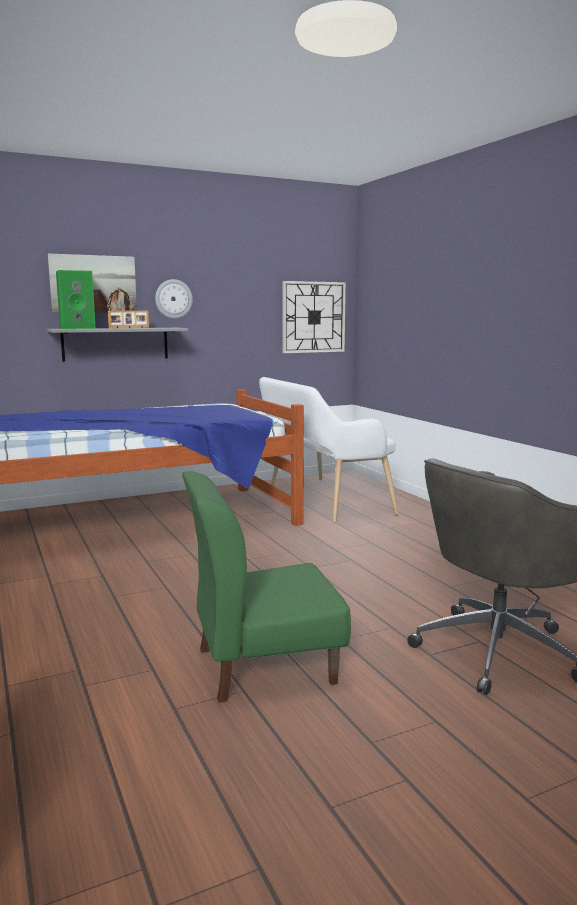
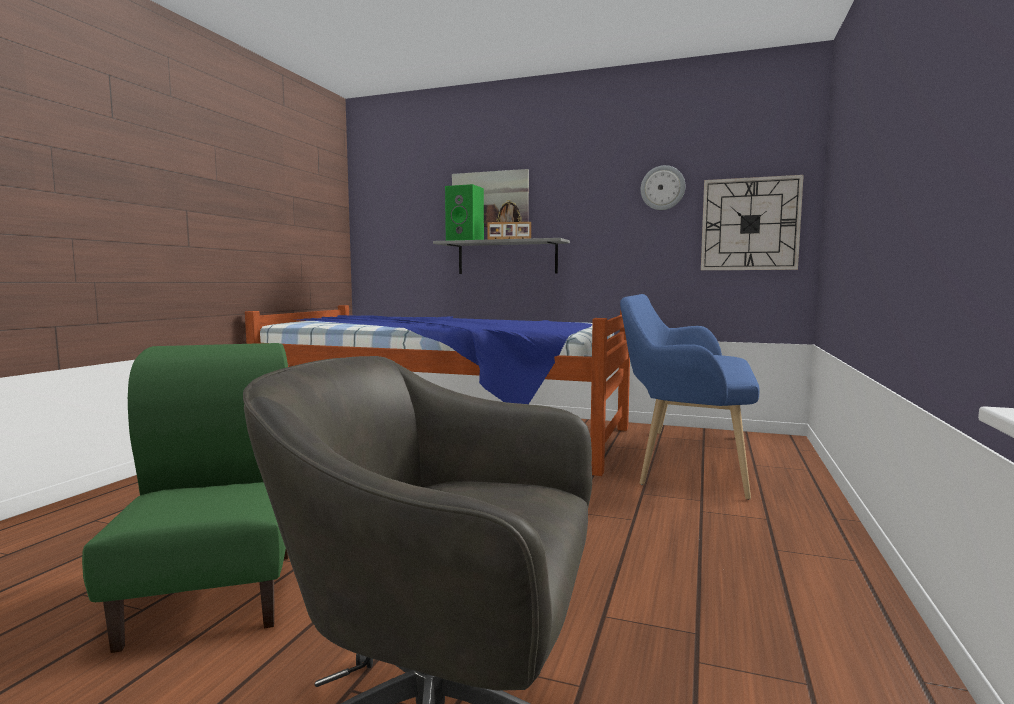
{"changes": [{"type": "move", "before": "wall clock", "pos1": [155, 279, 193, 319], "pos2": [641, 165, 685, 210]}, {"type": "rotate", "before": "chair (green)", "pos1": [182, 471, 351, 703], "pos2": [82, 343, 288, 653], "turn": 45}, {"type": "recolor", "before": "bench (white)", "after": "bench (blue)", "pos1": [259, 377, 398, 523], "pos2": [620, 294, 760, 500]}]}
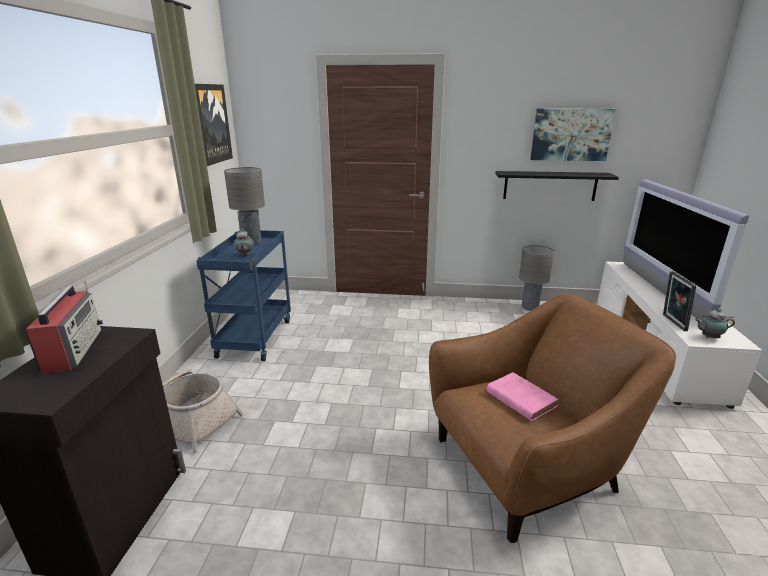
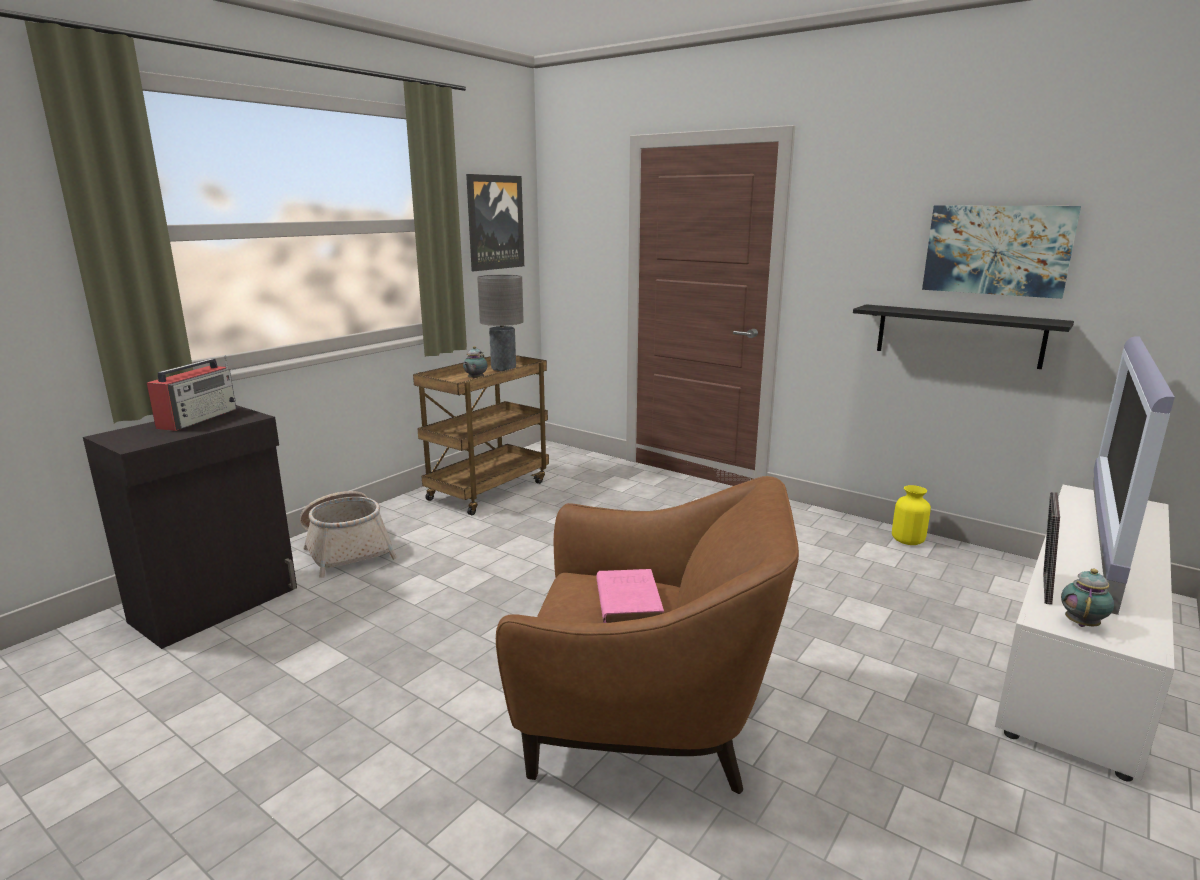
{"changes": [{"type": "recolor", "before": "cart (blue)", "after": "cart (brown)", "pos1": [196, 230, 291, 361], "pos2": [413, 355, 549, 515]}, {"type": "replace", "before": "table lamp (grey)", "after": "vase (yellow)", "pos1": [519, 245, 554, 311], "pos2": [892, 485, 931, 545]}, {"type": "rotate", "before": "teapot", "pos1": [694, 309, 735, 338], "pos2": [1061, 569, 1114, 627], "turn": 90}]}
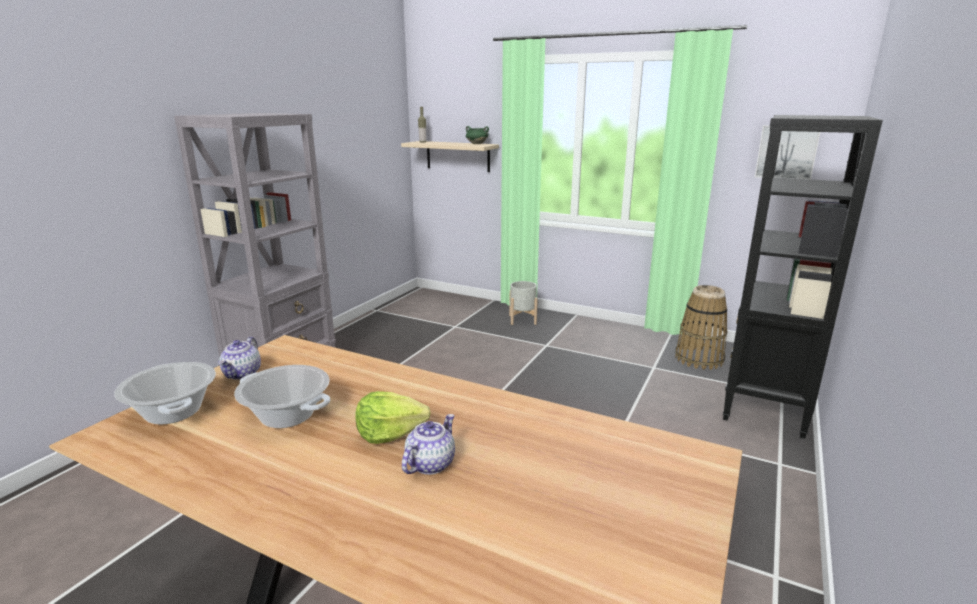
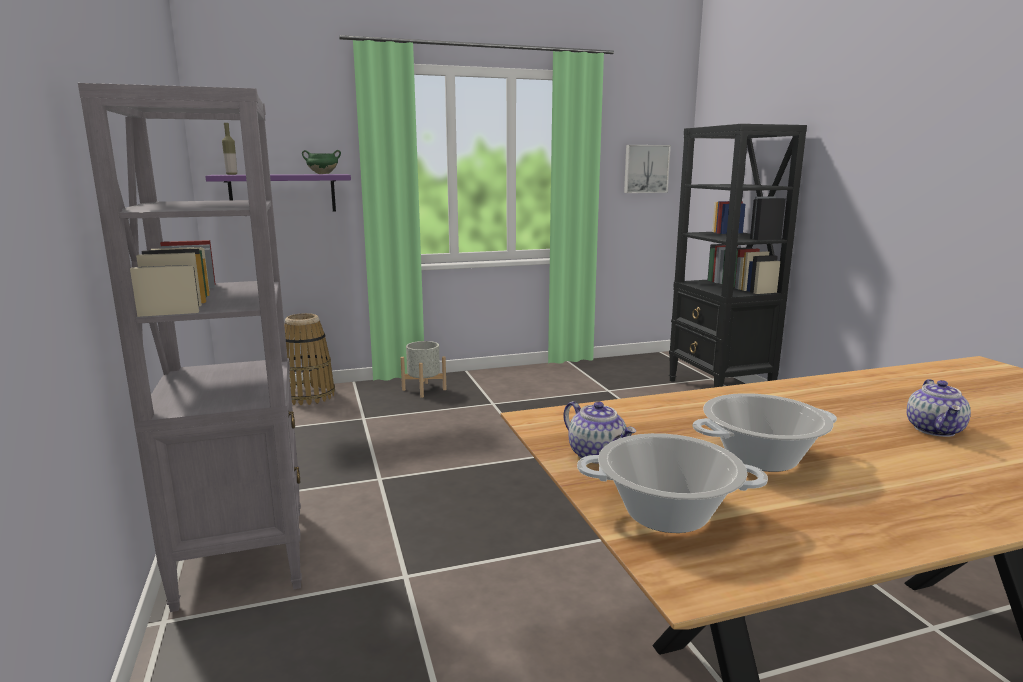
{"changes": [{"type": "delete", "before": "lettuce", "pos1": [355, 391, 431, 444]}, {"type": "recolor", "before": "shelf (beige)", "after": "shelf (purple)", "pos1": [401, 141, 499, 172], "pos2": [205, 174, 351, 212]}, {"type": "rotate", "before": "teapot", "pos1": [402, 414, 455, 475], "pos2": [907, 379, 971, 437], "turn": -150}, {"type": "move", "before": "basket", "pos1": [675, 285, 728, 370], "pos2": [284, 313, 335, 405]}]}
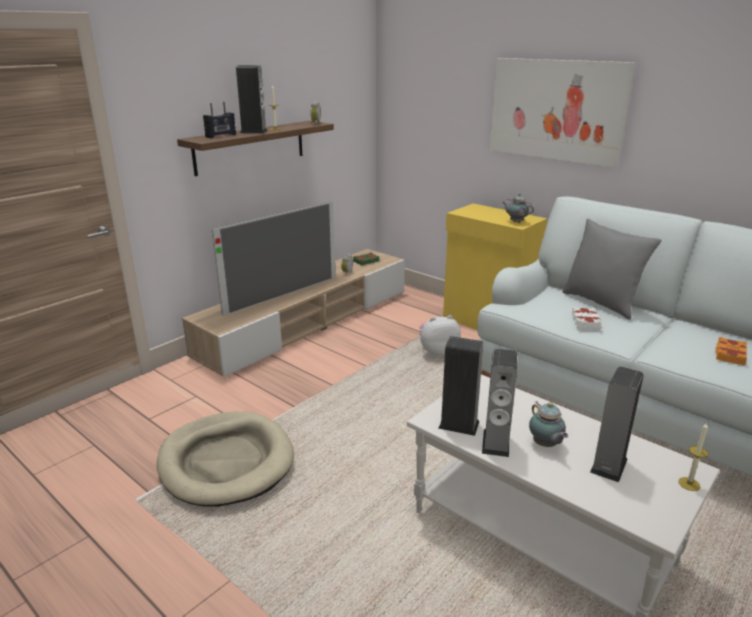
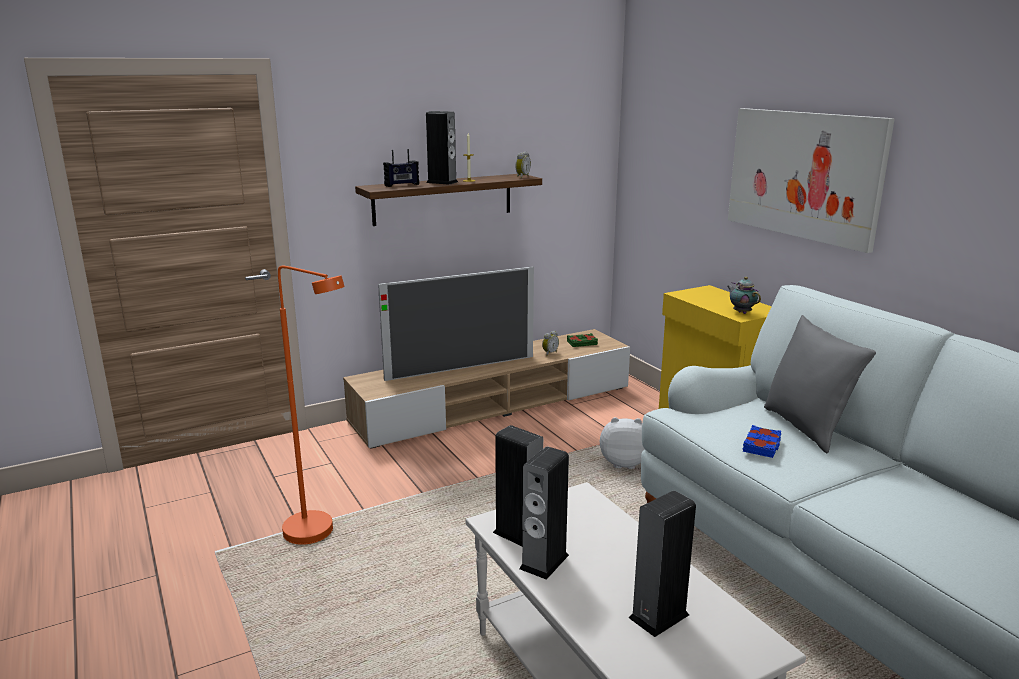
{"changes": [{"type": "replace", "before": "dog bed (beige)", "after": "floor lamp (orange)", "pos1": [157, 411, 294, 507], "pos2": [278, 266, 345, 545]}, {"type": "delete", "before": "teapot", "pos1": [529, 401, 568, 447]}, {"type": "recolor", "before": "book (white)", "after": "book (blue)", "pos1": [572, 307, 602, 329], "pos2": [742, 425, 781, 458]}, {"type": "delete", "before": "candle", "pos1": [678, 423, 708, 491]}, {"type": "delete", "before": "book (orange)", "pos1": [715, 337, 747, 366]}]}
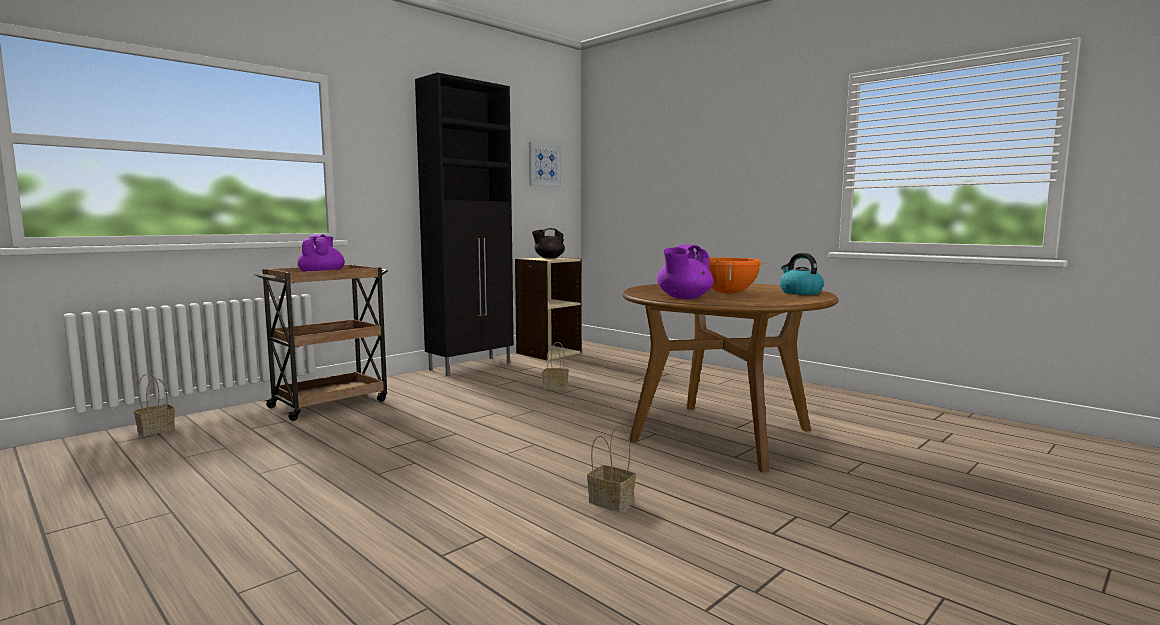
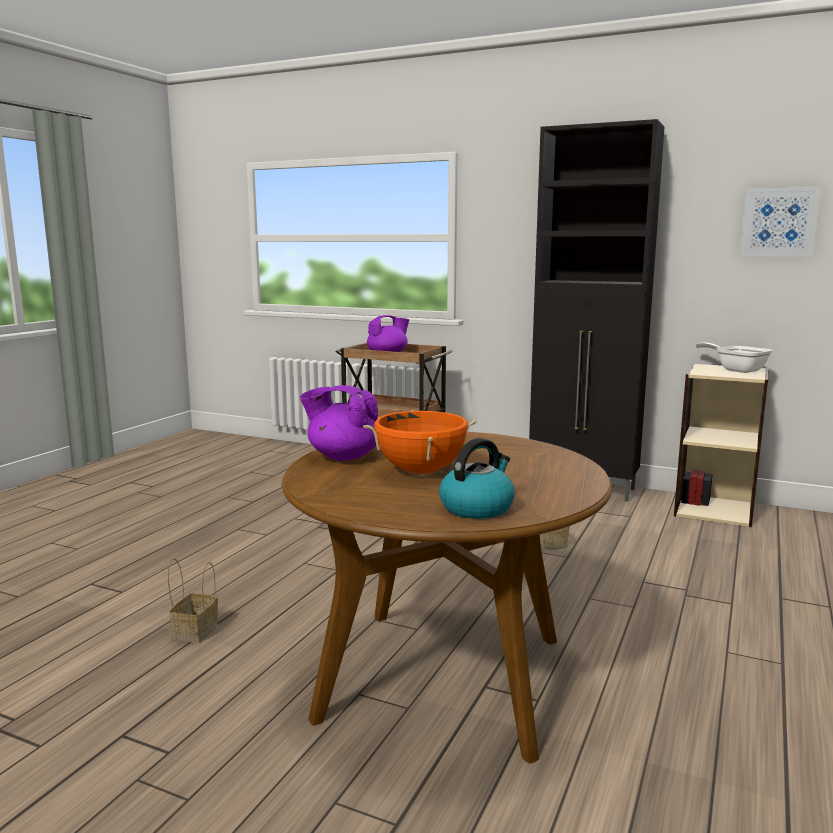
{"changes": [{"type": "delete", "before": "basket", "pos1": [134, 374, 175, 436]}, {"type": "replace", "before": "teapot (black)", "after": "frying pan", "pos1": [532, 228, 565, 258], "pos2": [696, 342, 773, 373]}]}
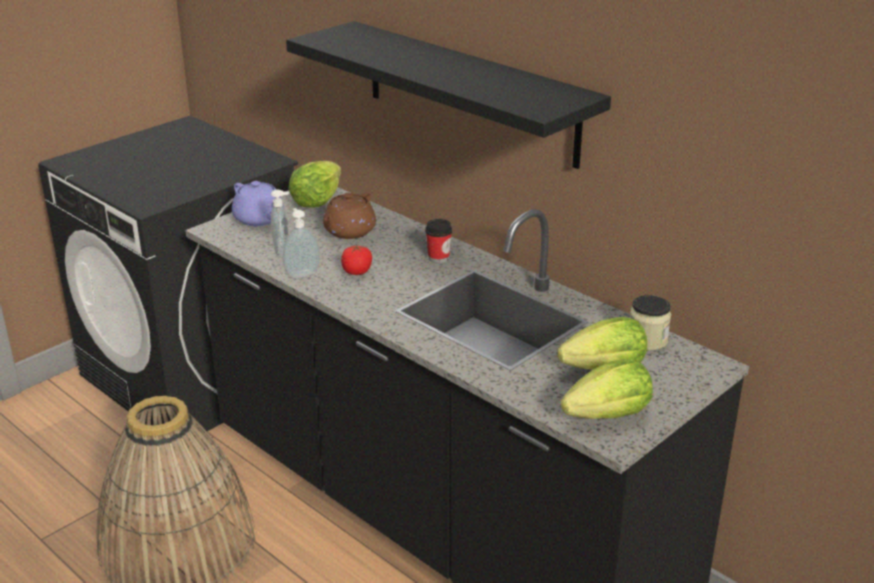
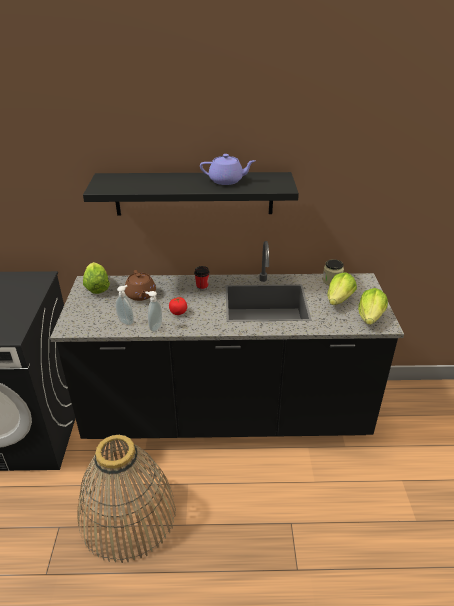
{"changes": [{"type": "move", "before": "teapot (purple)", "pos1": [232, 181, 284, 226], "pos2": [200, 154, 256, 185]}]}
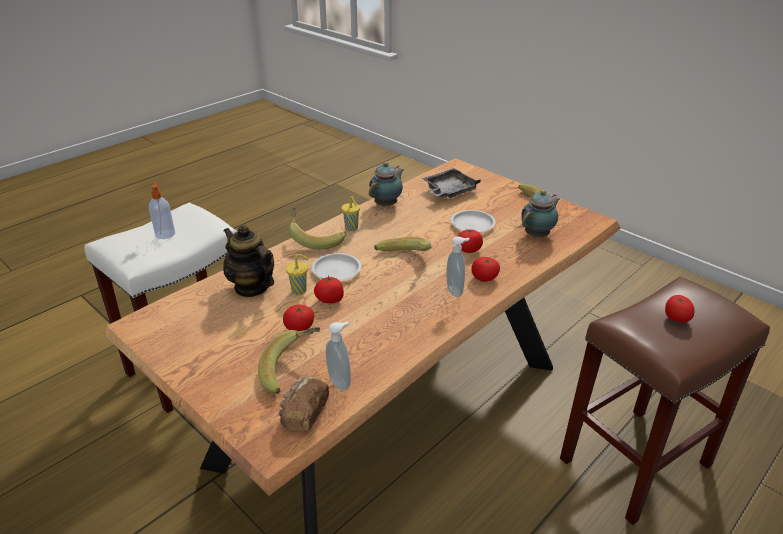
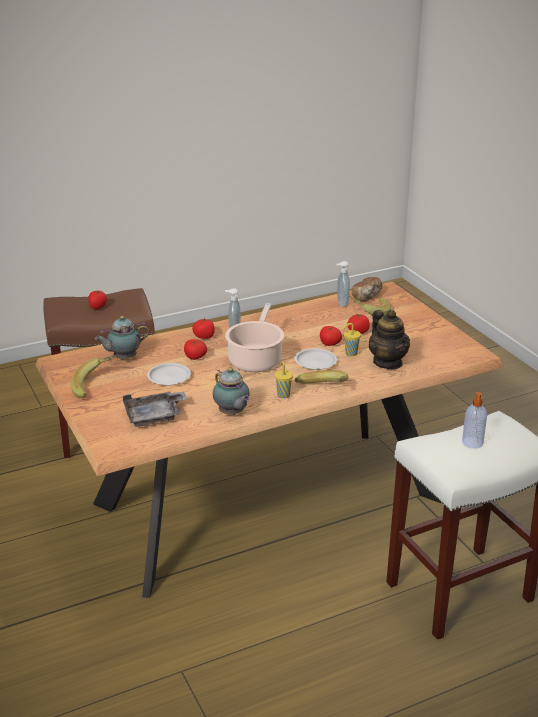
{"changes": [{"type": "rotate", "before": "teapot", "pos1": [369, 162, 403, 207], "pos2": [213, 368, 250, 415], "turn": -90}, {"type": "replace", "before": "banana", "after": "cooking pot", "pos1": [374, 237, 431, 251], "pos2": [225, 303, 284, 372]}]}
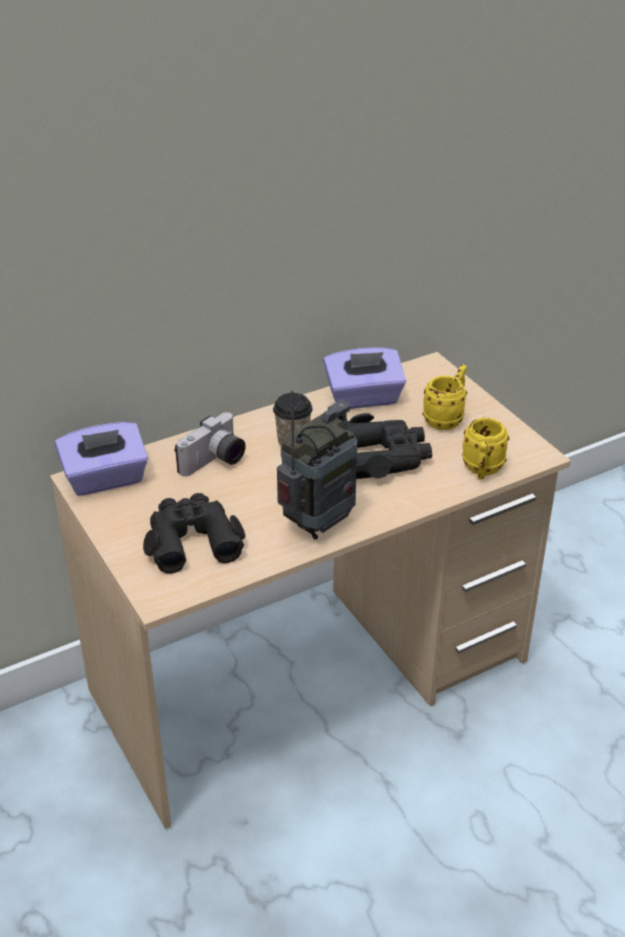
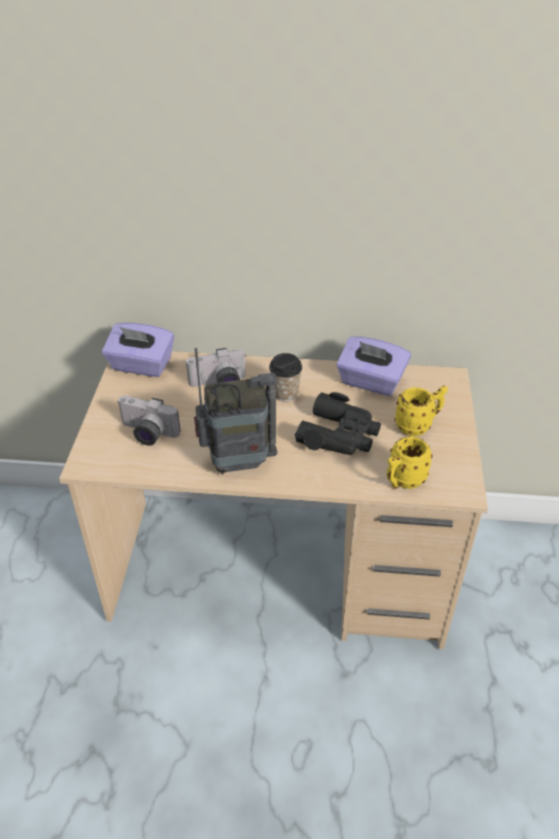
{"changes": [{"type": "replace", "before": "binoculars (black)", "after": "photo camera", "pos1": [143, 493, 245, 573], "pos2": [117, 396, 180, 446]}]}
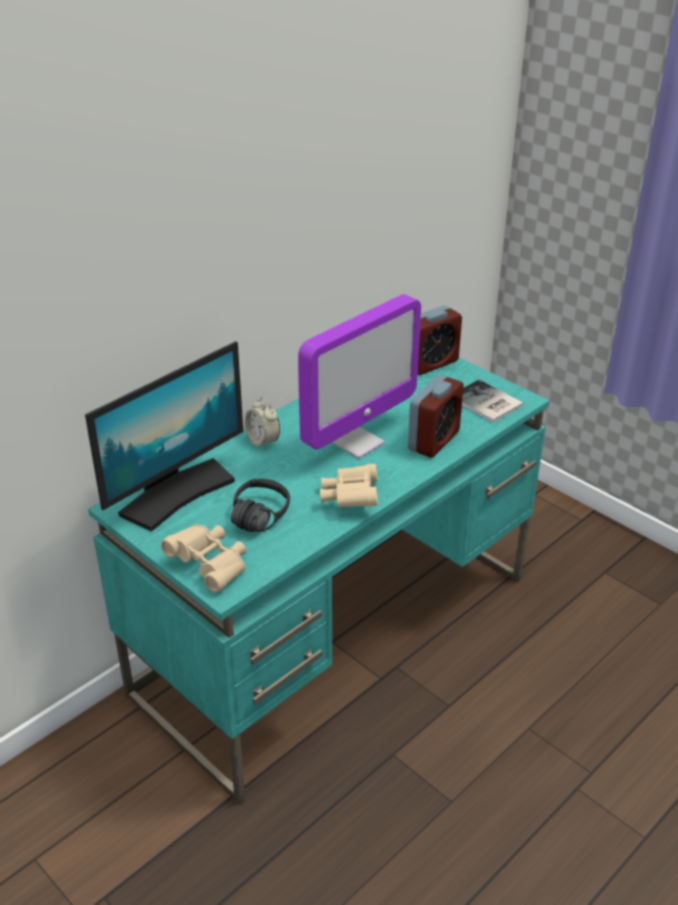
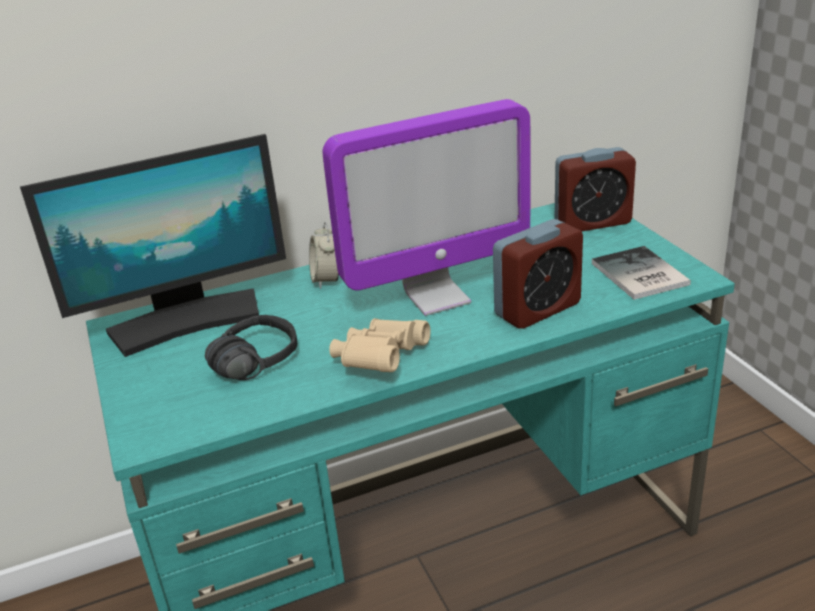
{"changes": [{"type": "delete", "before": "binoculars (beige)", "pos1": [161, 524, 246, 592]}]}
